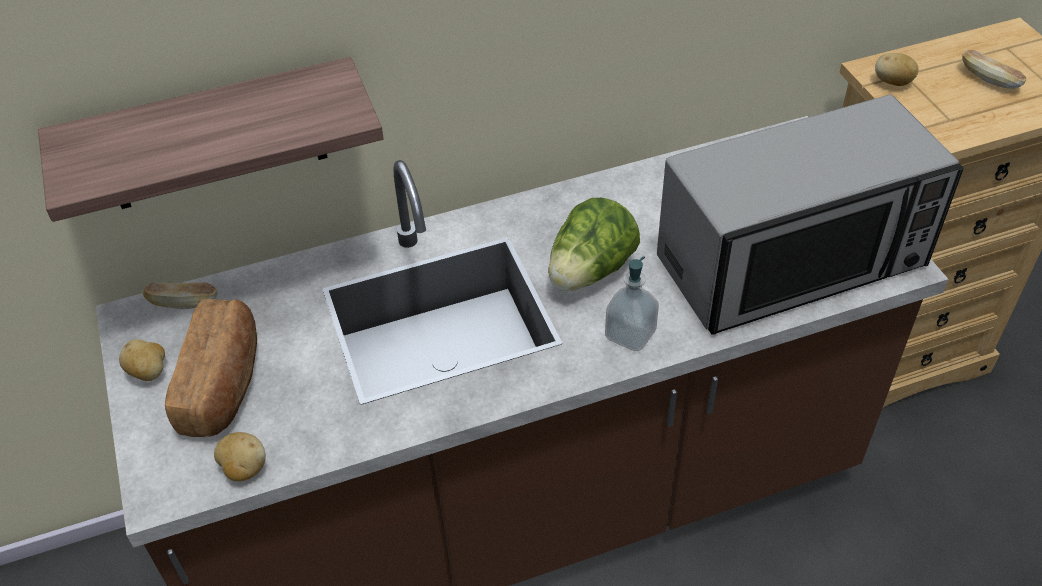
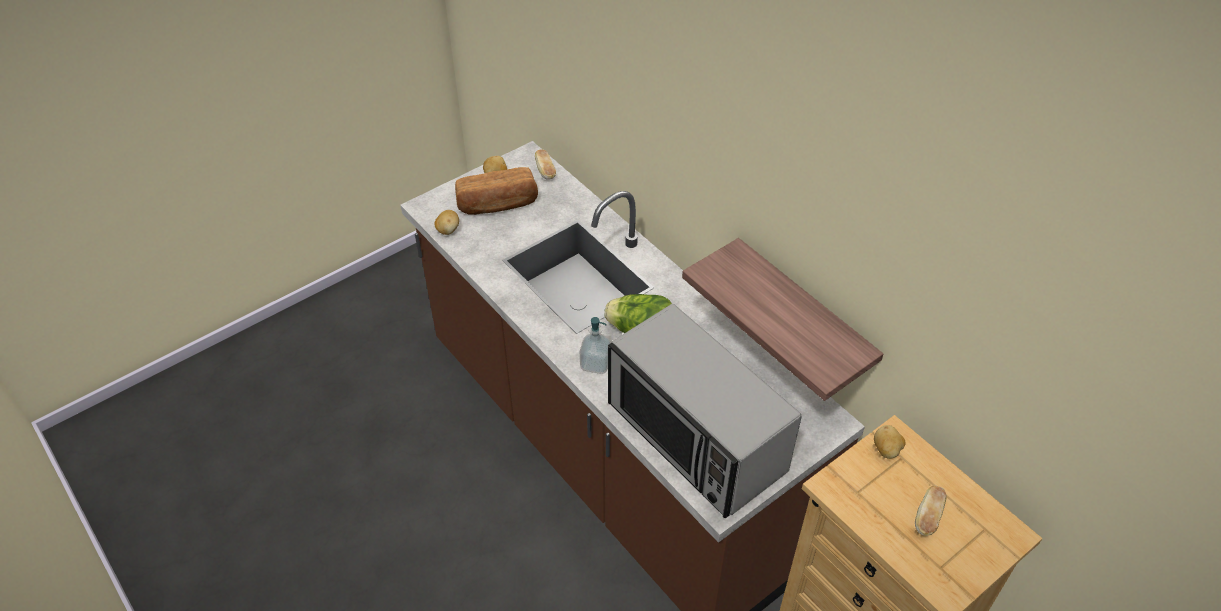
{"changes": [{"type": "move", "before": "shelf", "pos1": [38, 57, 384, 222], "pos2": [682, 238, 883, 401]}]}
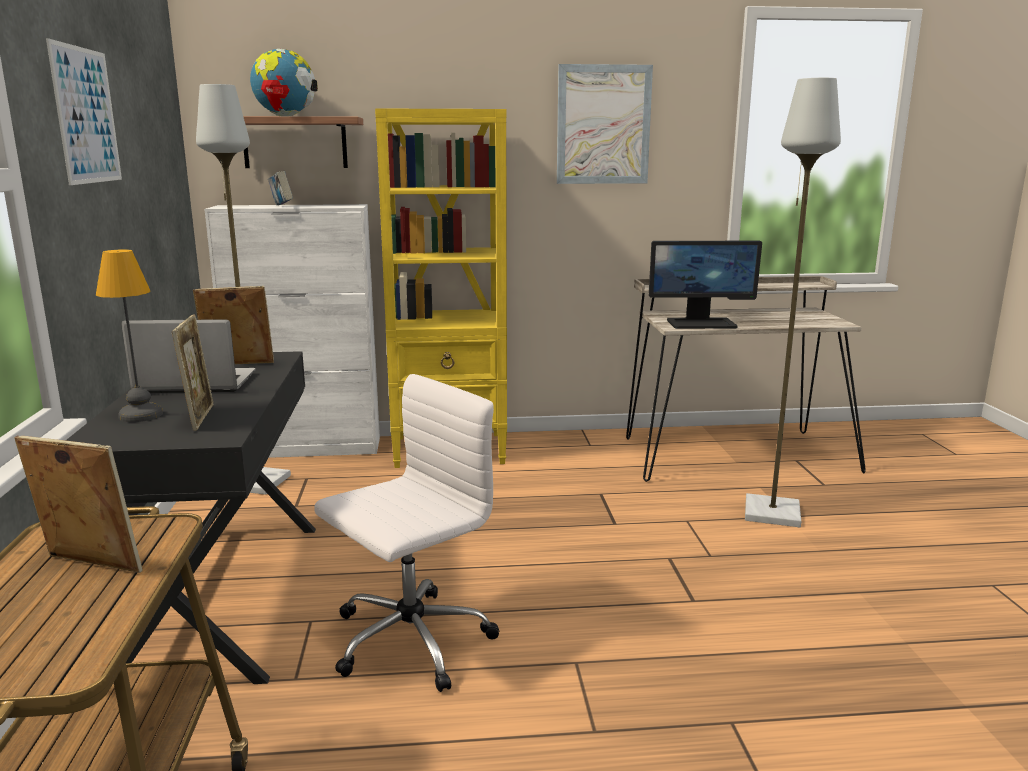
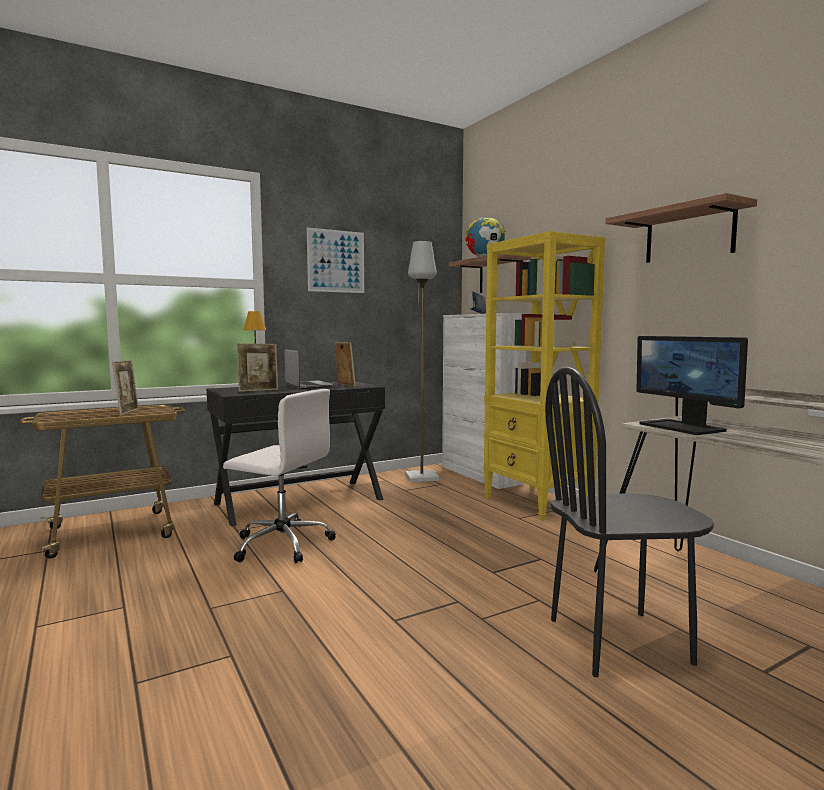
{"changes": [{"type": "replace", "before": "picture", "after": "shelf", "pos1": [557, 64, 653, 184], "pos2": [605, 193, 757, 263]}, {"type": "replace", "before": "floor lamp (grey)", "after": "chair (black)", "pos1": [745, 78, 841, 527], "pos2": [545, 367, 714, 677]}]}
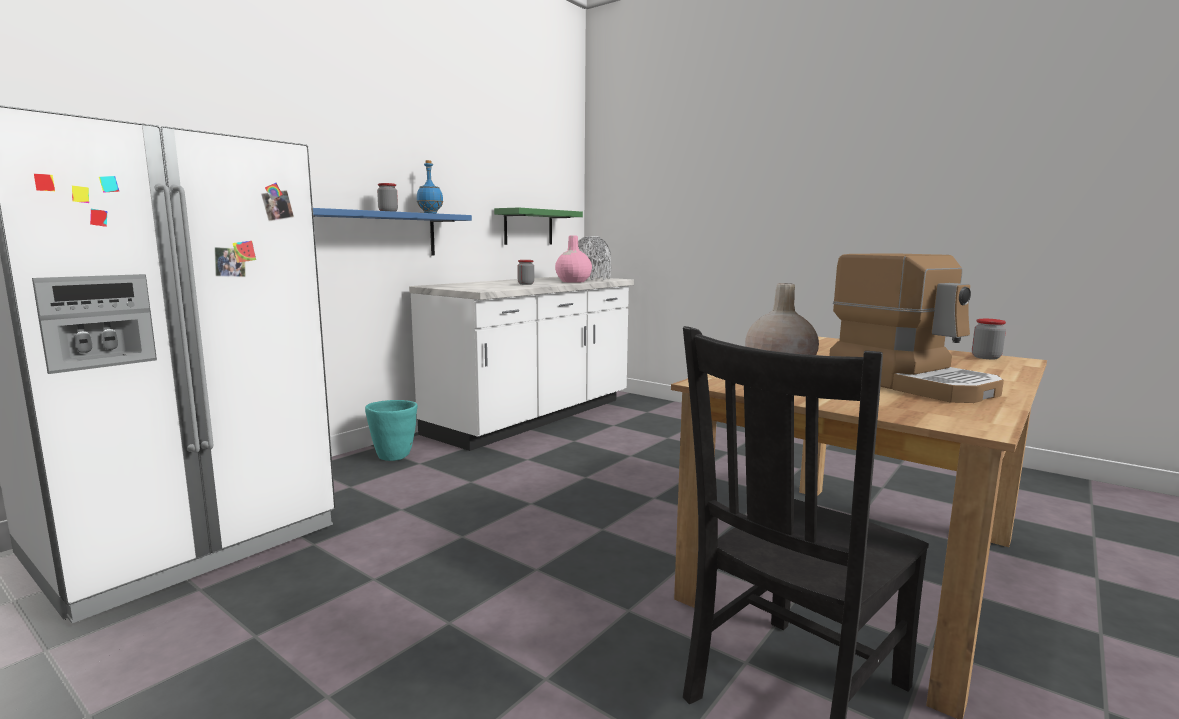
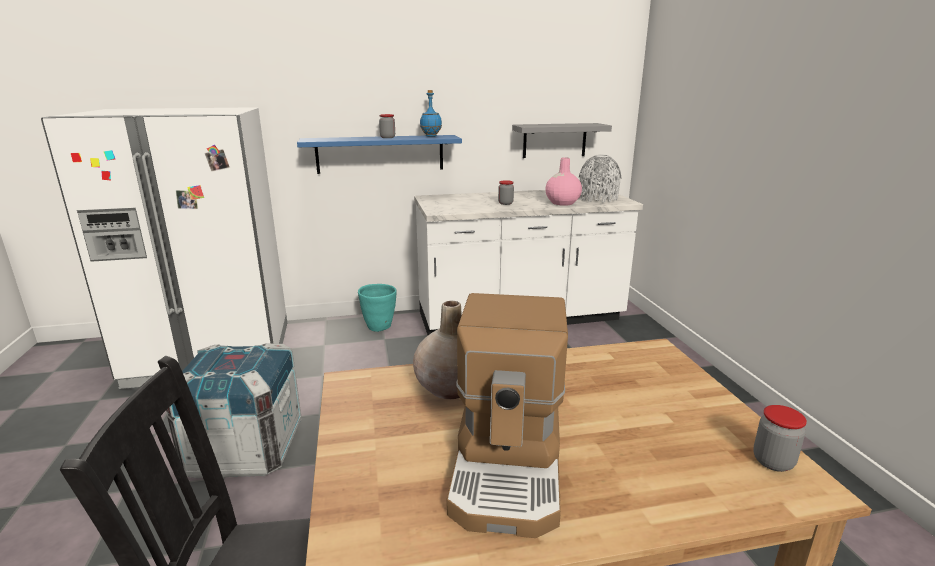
{"changes": [{"type": "recolor", "before": "shelf (green)", "after": "shelf (grey)", "pos1": [494, 208, 583, 245], "pos2": [512, 123, 612, 158]}, {"type": "insert", "after": "crate", "pos2": [166, 343, 302, 478]}]}
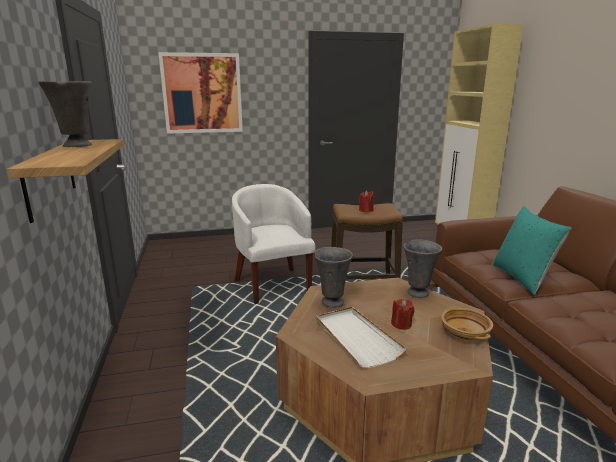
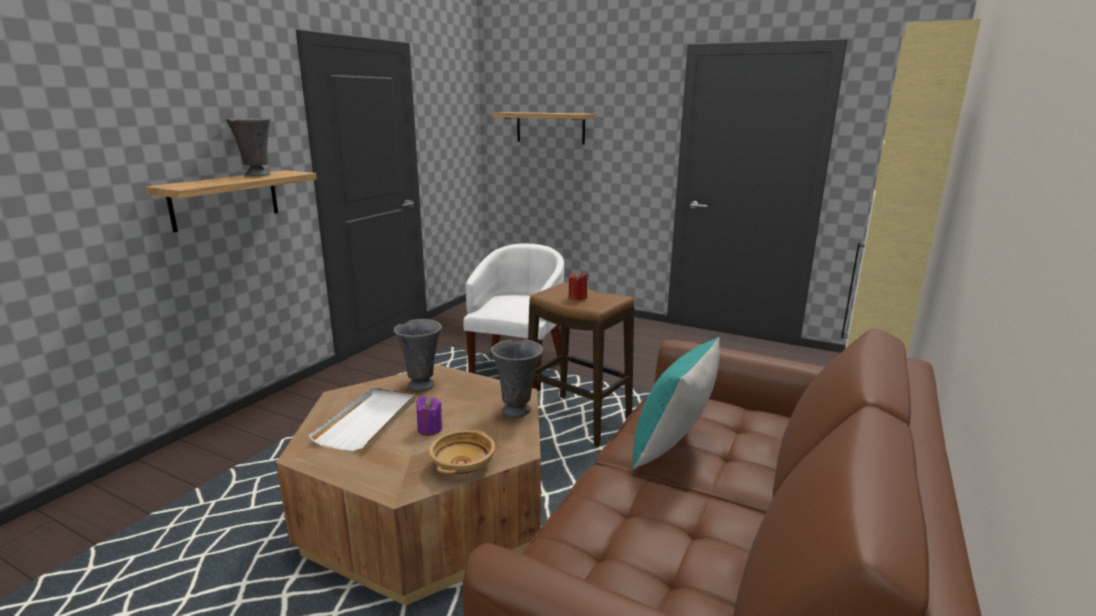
{"changes": [{"type": "replace", "before": "picture", "after": "shelf", "pos1": [158, 52, 243, 134], "pos2": [492, 112, 596, 145]}, {"type": "recolor", "before": "candle (red)", "after": "candle (purple)", "pos1": [391, 299, 415, 330], "pos2": [416, 396, 442, 436]}]}
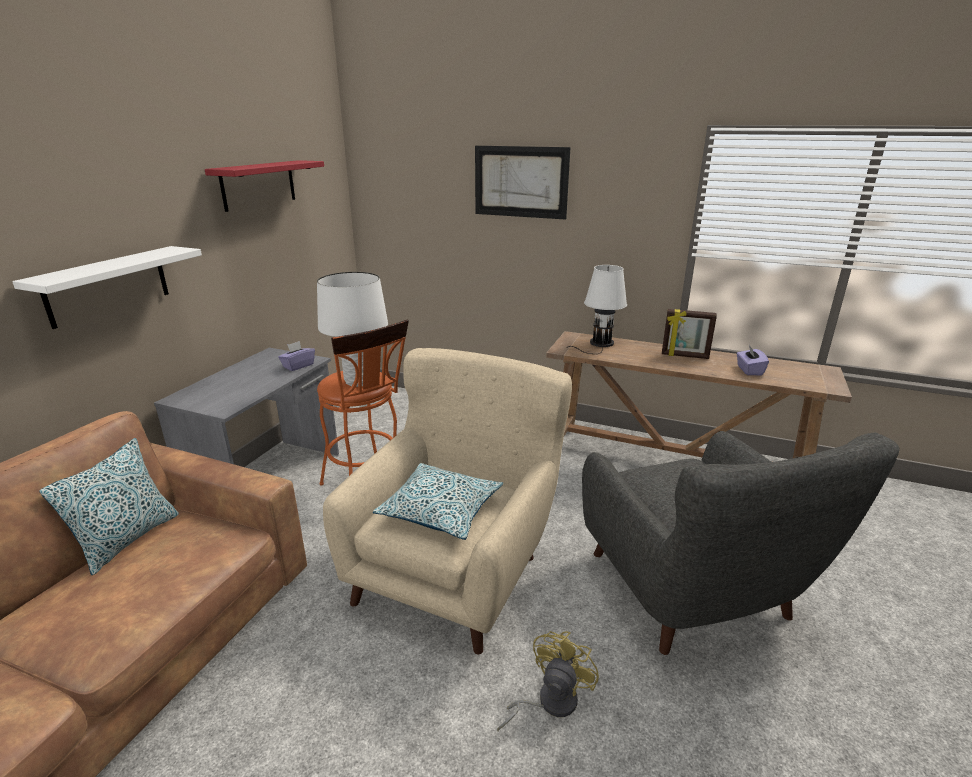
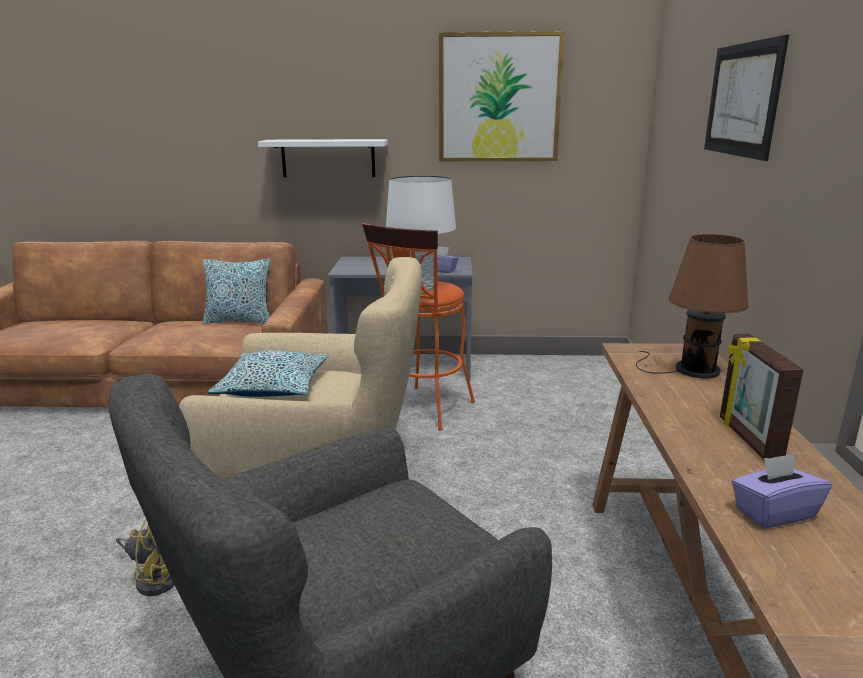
{"changes": [{"type": "replace", "before": "shelf (red)", "after": "picture", "pos1": [205, 160, 324, 212], "pos2": [439, 31, 565, 161]}, {"type": "recolor", "before": "table lamp (white)", "after": "table lamp (brown)", "pos1": [568, 265, 627, 354], "pos2": [636, 234, 749, 378]}]}
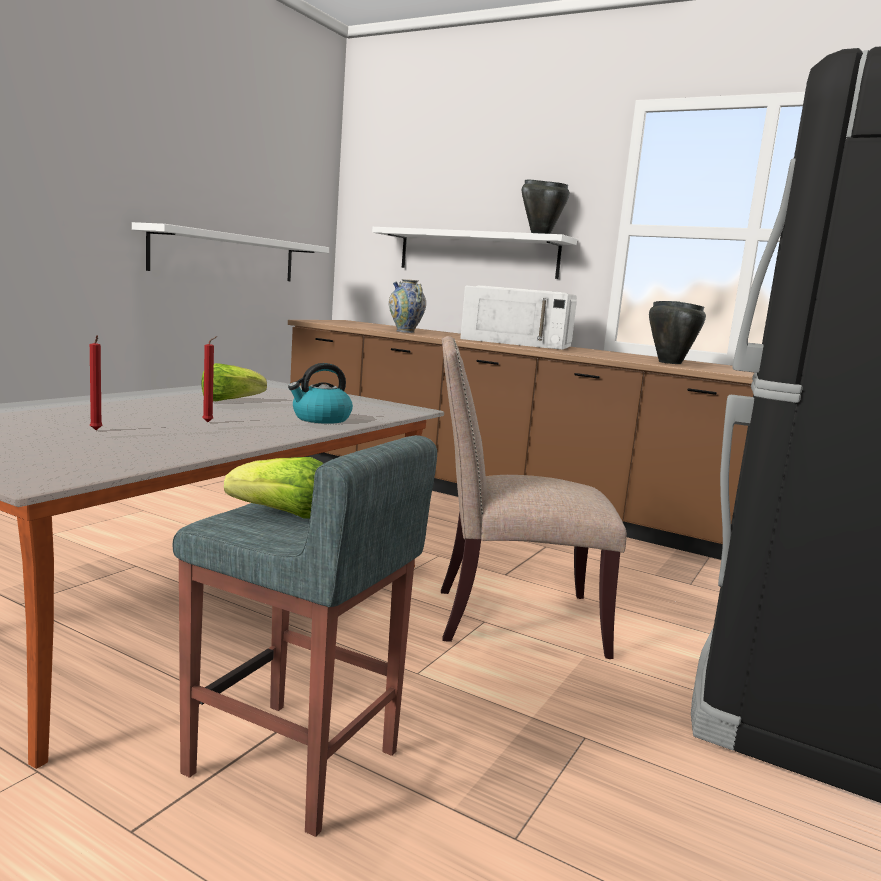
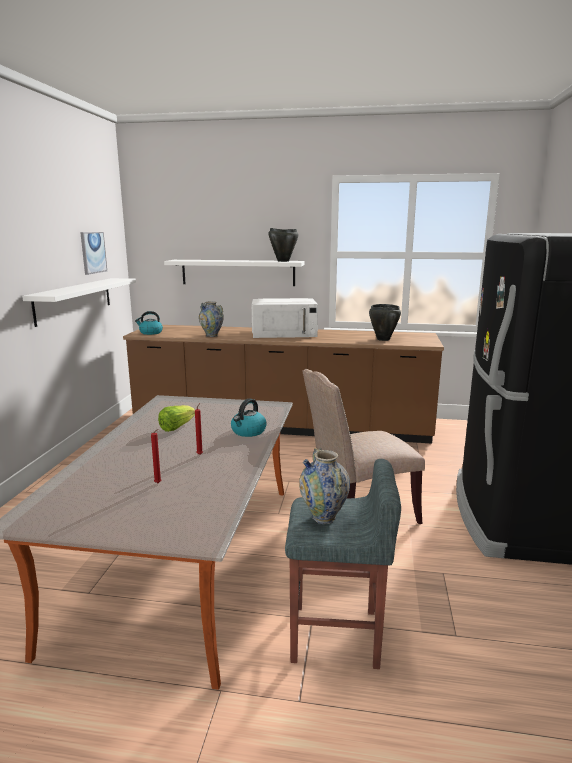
{"changes": [{"type": "replace", "before": "lettuce", "after": "vase", "pos1": [224, 457, 323, 519], "pos2": [299, 448, 350, 524]}, {"type": "insert", "after": "picture", "pos2": [80, 232, 107, 275]}, {"type": "insert", "after": "kettle", "pos2": [135, 311, 163, 335]}]}
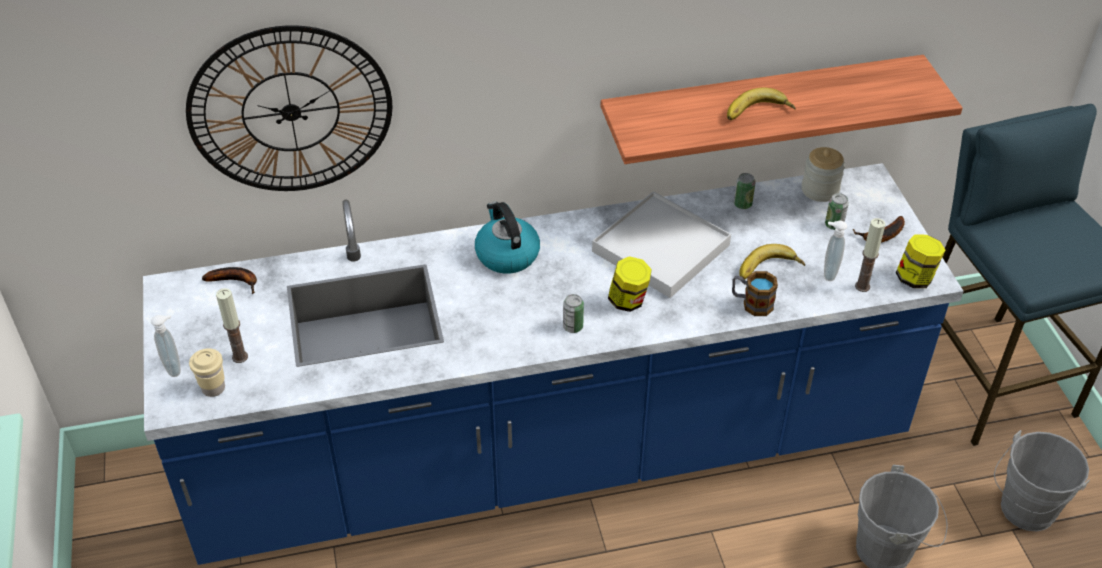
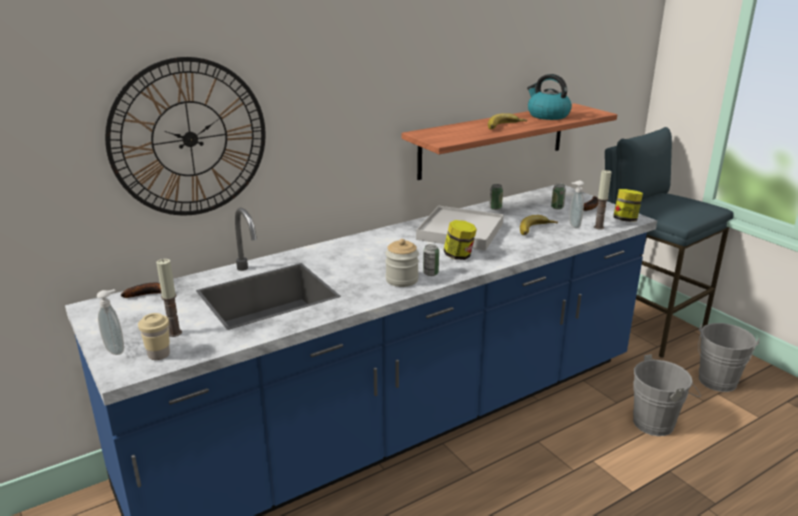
{"changes": [{"type": "move", "before": "kettle", "pos1": [475, 202, 540, 274], "pos2": [527, 74, 572, 120]}, {"type": "delete", "before": "mug", "pos1": [732, 271, 778, 316]}, {"type": "move", "before": "jar", "pos1": [802, 147, 845, 202], "pos2": [385, 239, 419, 287]}]}
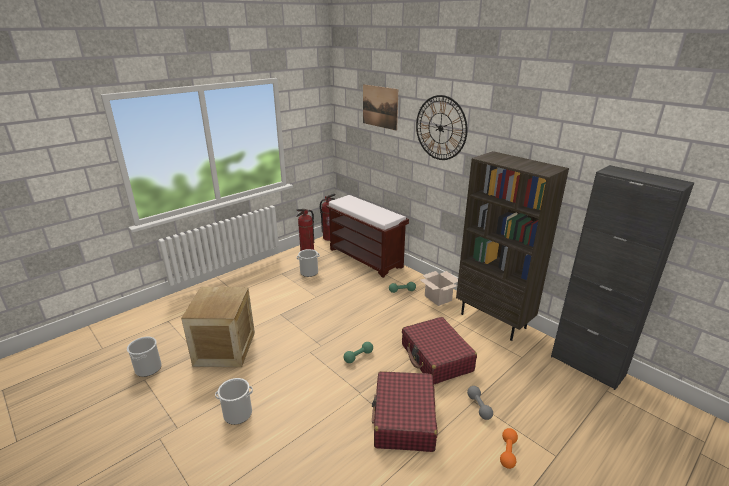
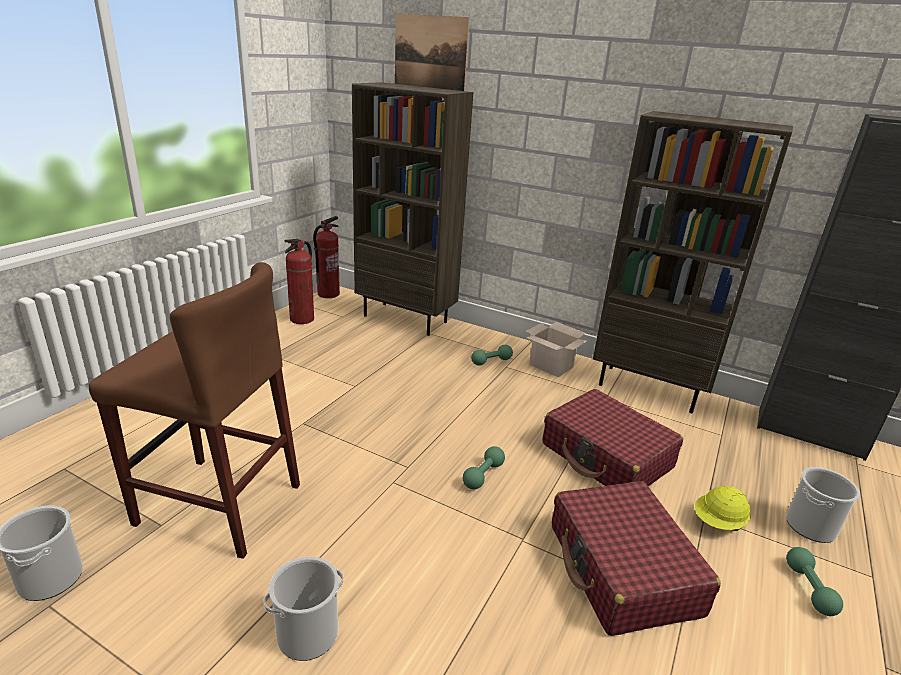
{"changes": [{"type": "replace", "before": "crate", "after": "stool (brown)", "pos1": [181, 287, 255, 367], "pos2": [89, 262, 300, 559]}, {"type": "move", "before": "bucket", "pos1": [297, 249, 320, 277], "pos2": [786, 467, 860, 543]}, {"type": "replace", "before": "bench (brown)", "after": "bookcase (brown)", "pos1": [326, 195, 409, 278], "pos2": [352, 82, 473, 336]}, {"type": "delete", "before": "wall clock", "pos1": [416, 95, 468, 160]}, {"type": "replace", "before": "dumbbell (grey)", "after": "hard hat (yellow)", "pos1": [467, 386, 493, 420], "pos2": [695, 486, 751, 531]}, {"type": "recolor", "before": "dumbbell (orange)", "after": "dumbbell (green)", "pos1": [500, 428, 518, 469], "pos2": [786, 547, 843, 616]}]}
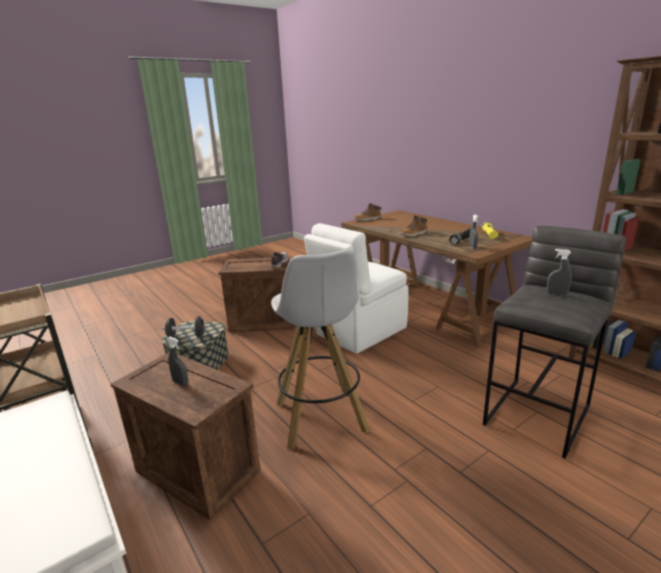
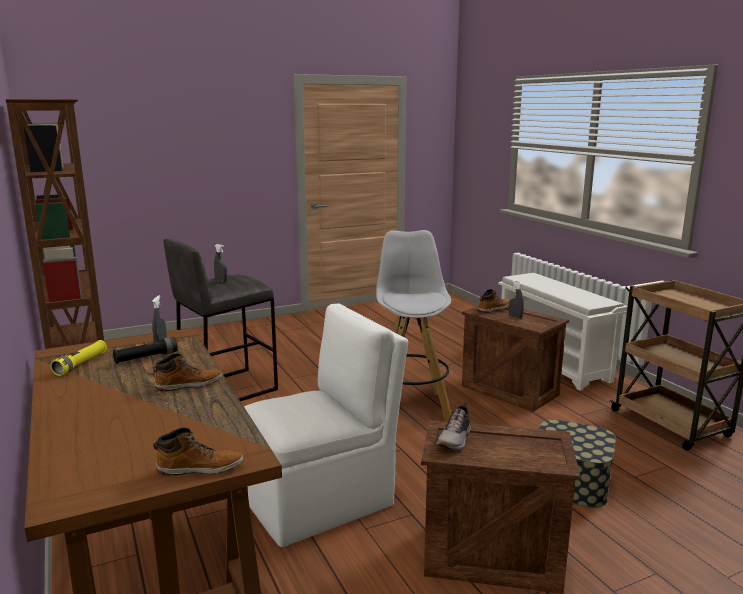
{"changes": [{"type": "delete", "before": "dumbbell (black)", "pos1": [162, 316, 208, 338]}, {"type": "insert", "after": "boot", "pos2": [478, 289, 510, 313]}]}
